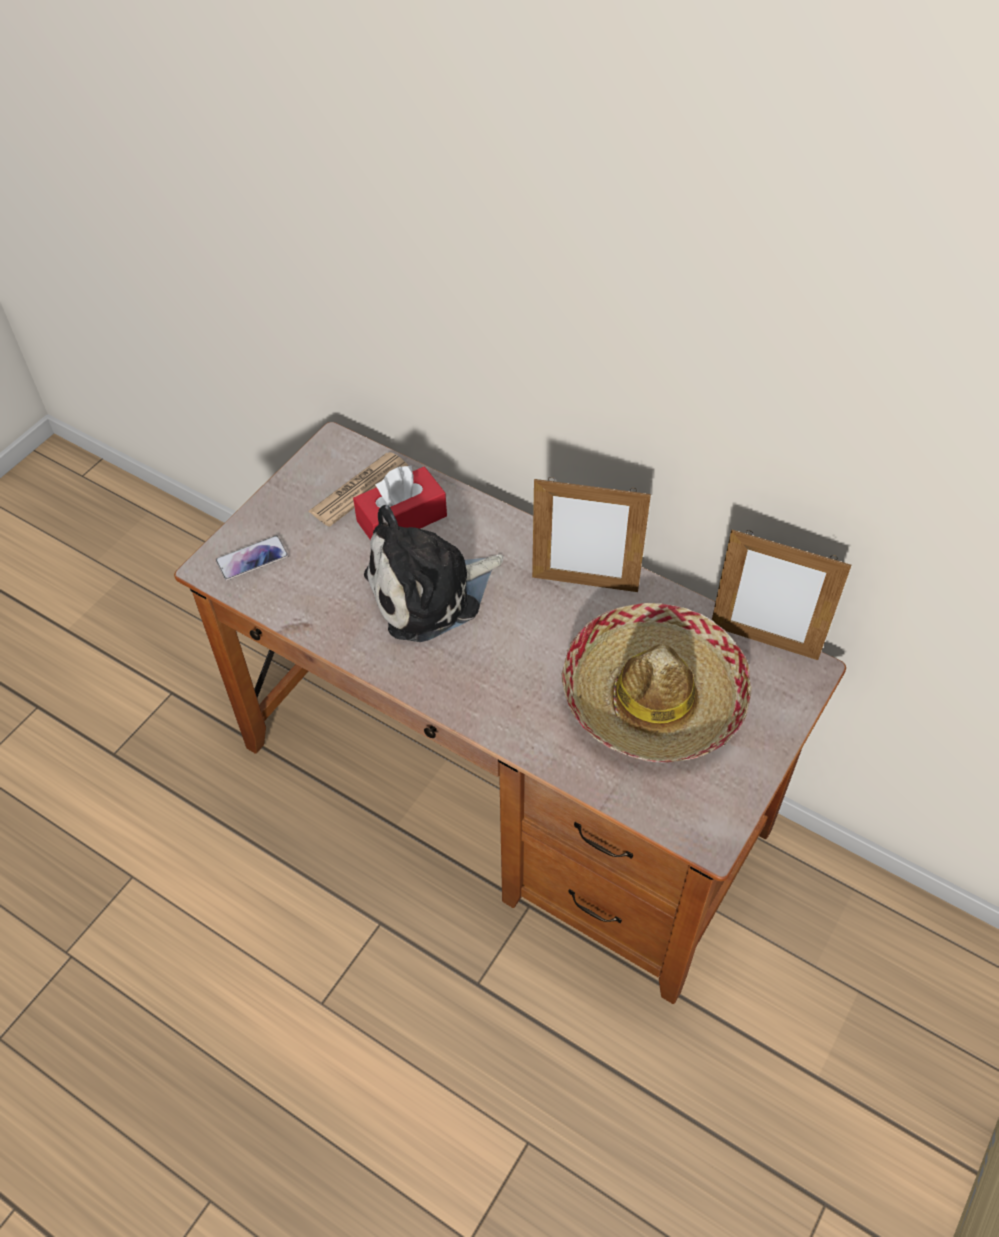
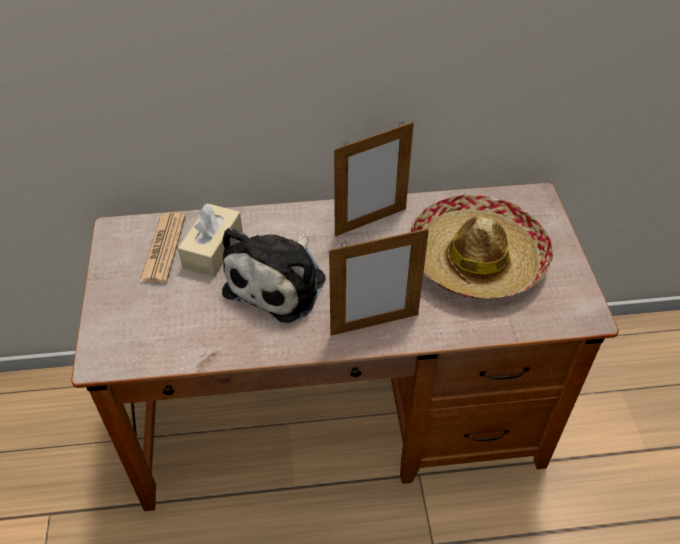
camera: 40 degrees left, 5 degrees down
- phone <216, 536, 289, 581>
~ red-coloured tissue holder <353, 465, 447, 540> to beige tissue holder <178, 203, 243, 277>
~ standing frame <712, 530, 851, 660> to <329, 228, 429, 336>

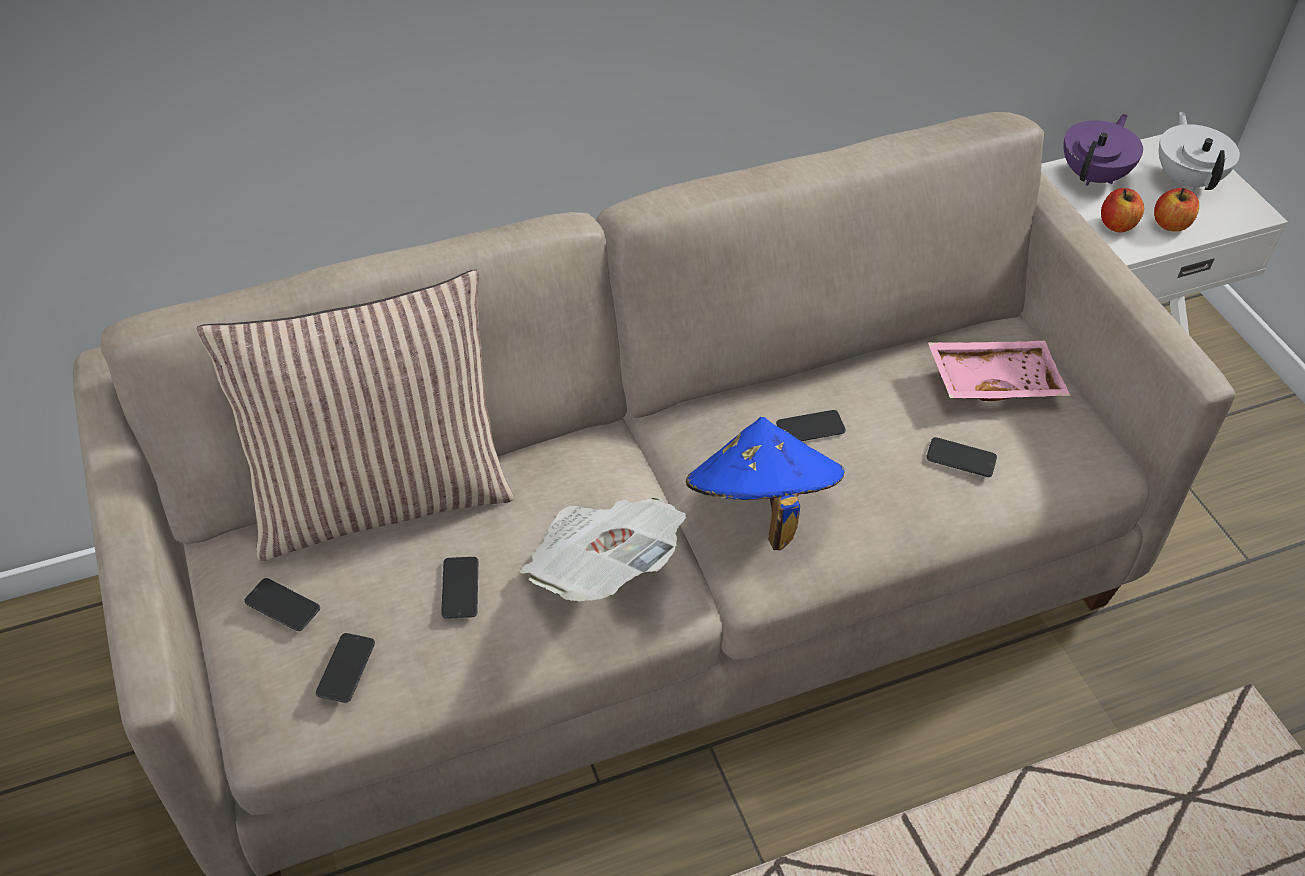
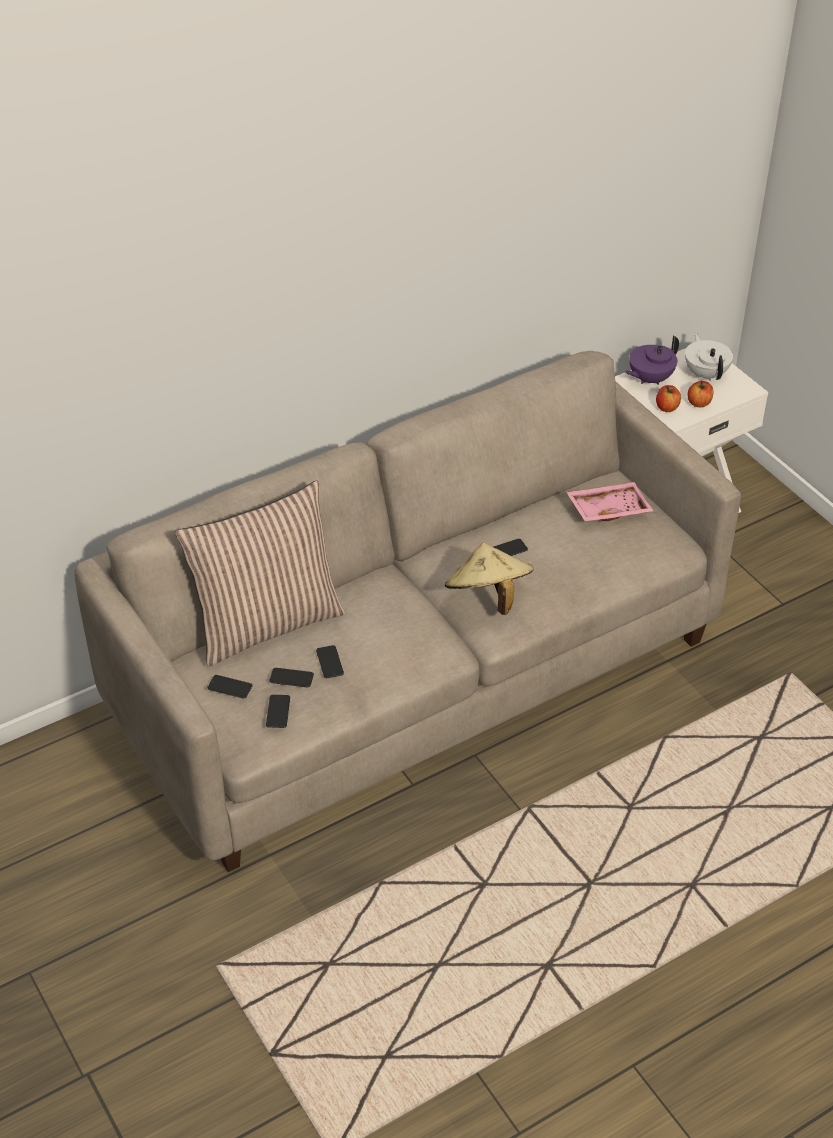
camera: 10 degrees left, 5 degrees down
- newspaper <520, 498, 686, 601>
~ blue-coloured wearable hat <686, 417, 845, 550> to beige wearable hat <445, 543, 534, 615>
~ phone <926, 437, 997, 477> to <269, 668, 314, 688>
~ purple-coloured teapot <1064, 114, 1143, 186> = <625, 335, 679, 385> 150 degrees counterclockwise

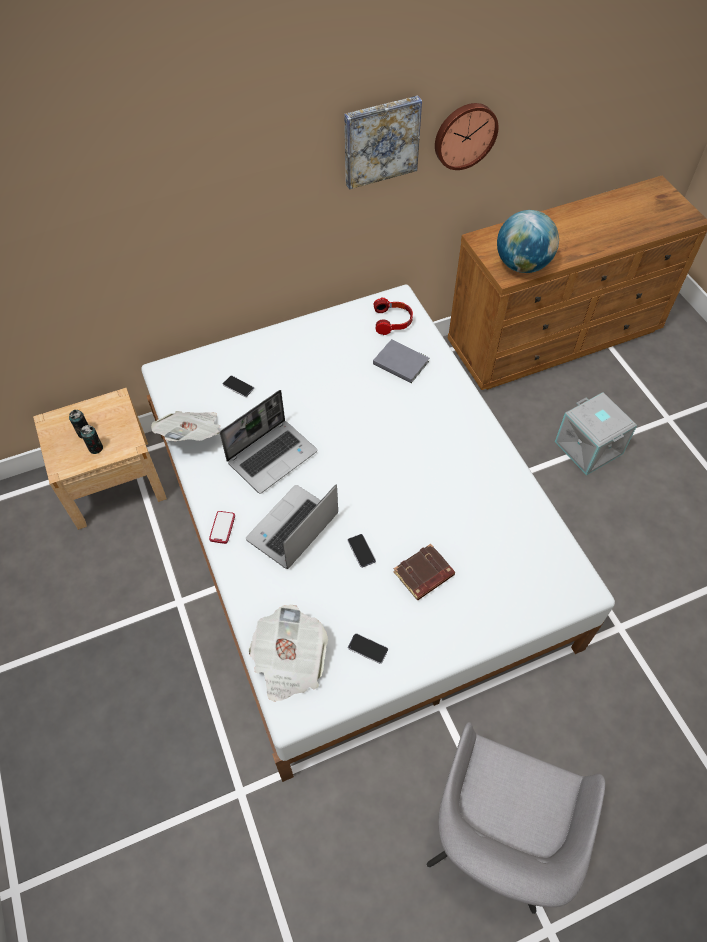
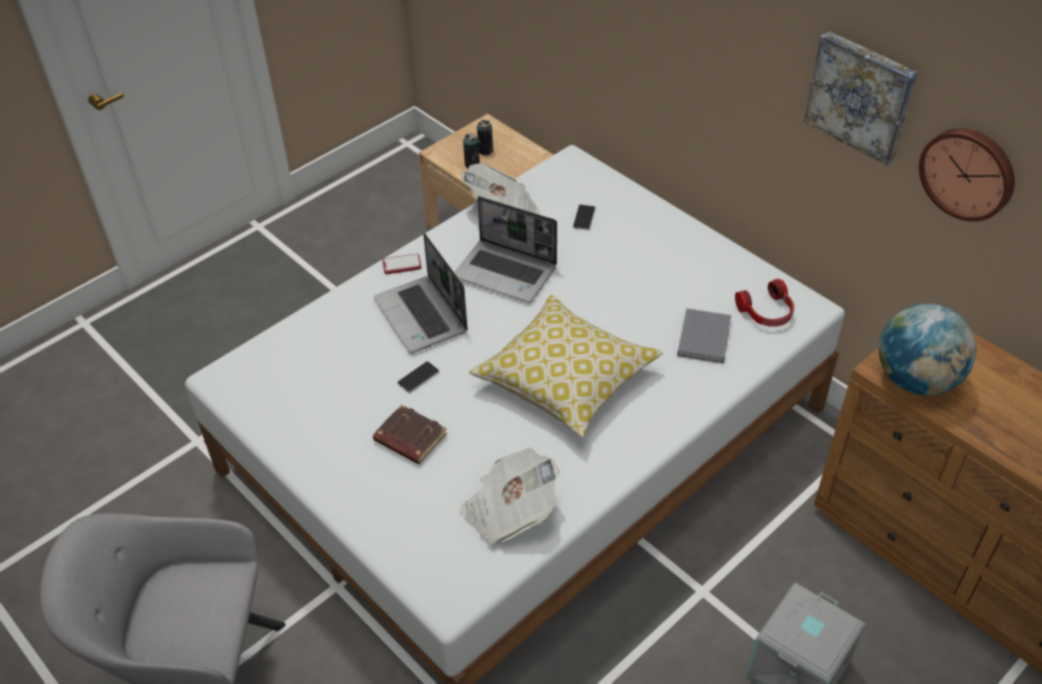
camera: 70 degrees right, 10 degrees down
~ notebook computer <246, 485, 338, 569> = <374, 233, 468, 353> 135 degrees counterclockwise
~ newspaper <249, 605, 328, 702> to <460, 448, 560, 546>
- phone <348, 633, 388, 664>
+ throw pillow <469, 295, 663, 438>

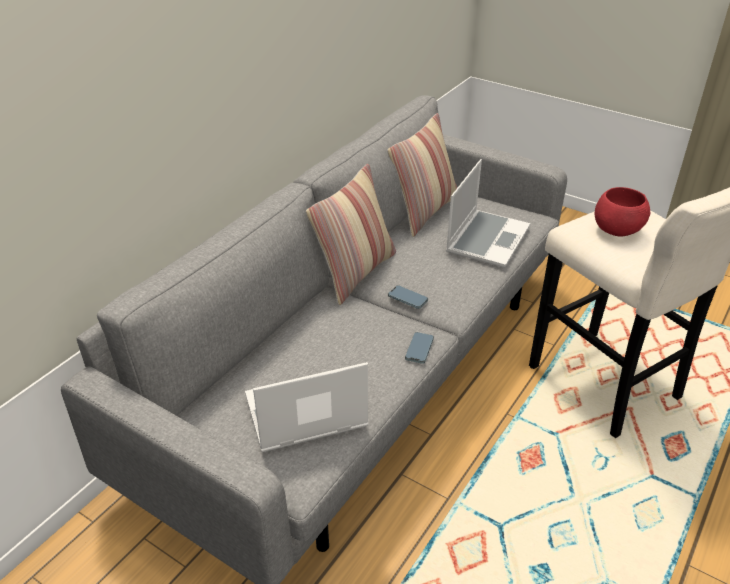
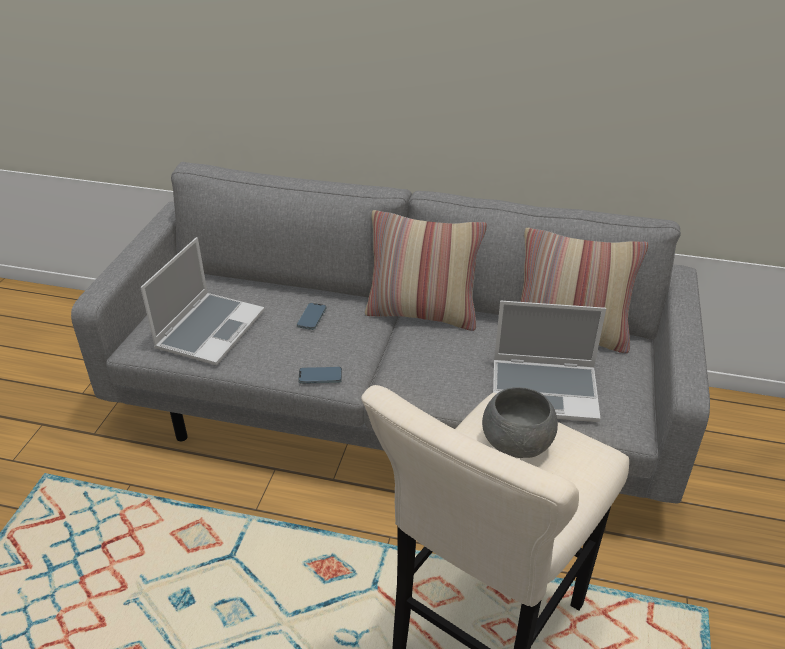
camera: 70 degrees right, 0 degrees up
~ notebook computer <245, 362, 368, 452> = <140, 237, 265, 365> 60 degrees clockwise
~ phone <388, 285, 428, 309> to <297, 303, 326, 330>
~ red-coloured bowl <595, 187, 650, 236> to gray bowl <482, 387, 558, 458>

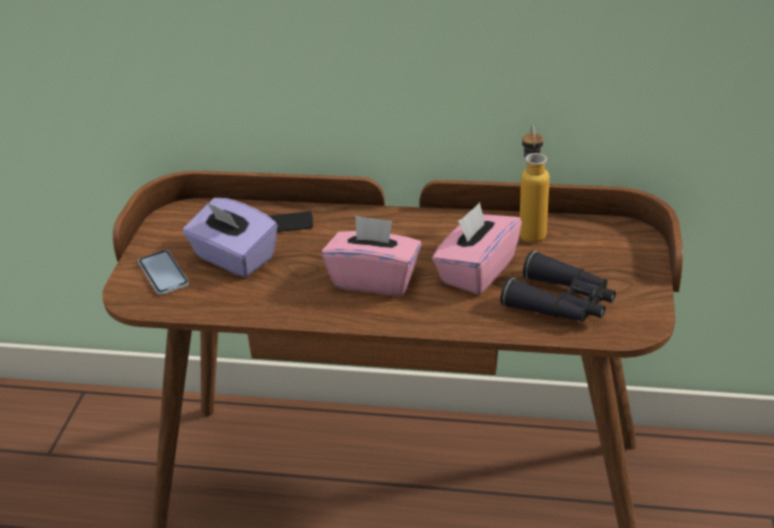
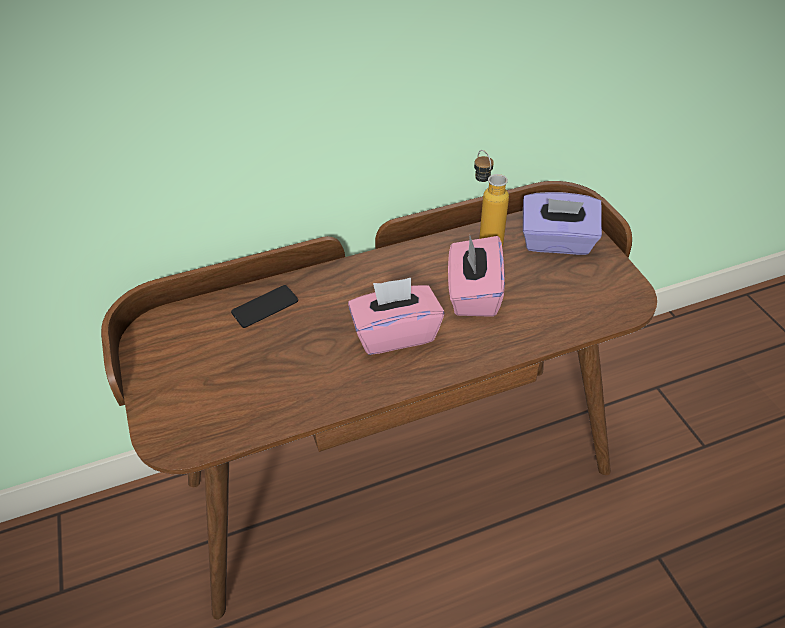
camera: 30 degrees left, 10 degrees up
- phone <138, 250, 189, 295>
~ purple-coloured tissue holder <183, 198, 277, 277> to <523, 192, 602, 255>
- blackish field glasses <500, 251, 616, 322>

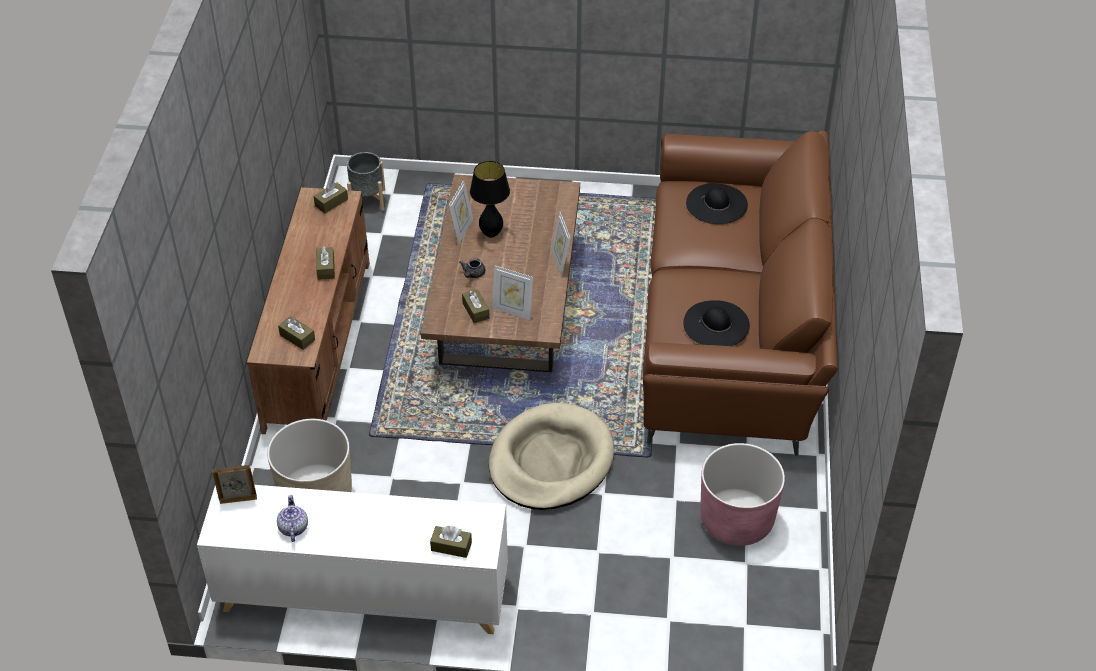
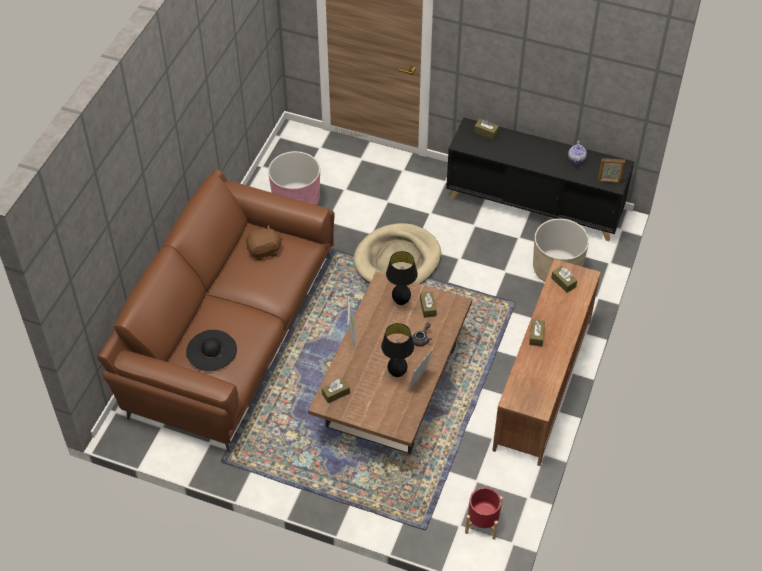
camera: 165 degrees left, 5 degrees up
~ white-coloured storage cabinet <197, 485, 508, 634> to blackish storage cabinet <446, 117, 634, 241>
~ brownish tissue holder <313, 182, 348, 213> to <322, 378, 350, 403>
~ gray plant pot <347, 152, 385, 211> to red-coloured plant pot <465, 487, 503, 540>
~ standing frame <492, 266, 533, 320> to blackish table lamp <386, 251, 418, 305>
~ blackish wearable hat <683, 300, 750, 346> to brownish cuddly toy <246, 225, 283, 261>

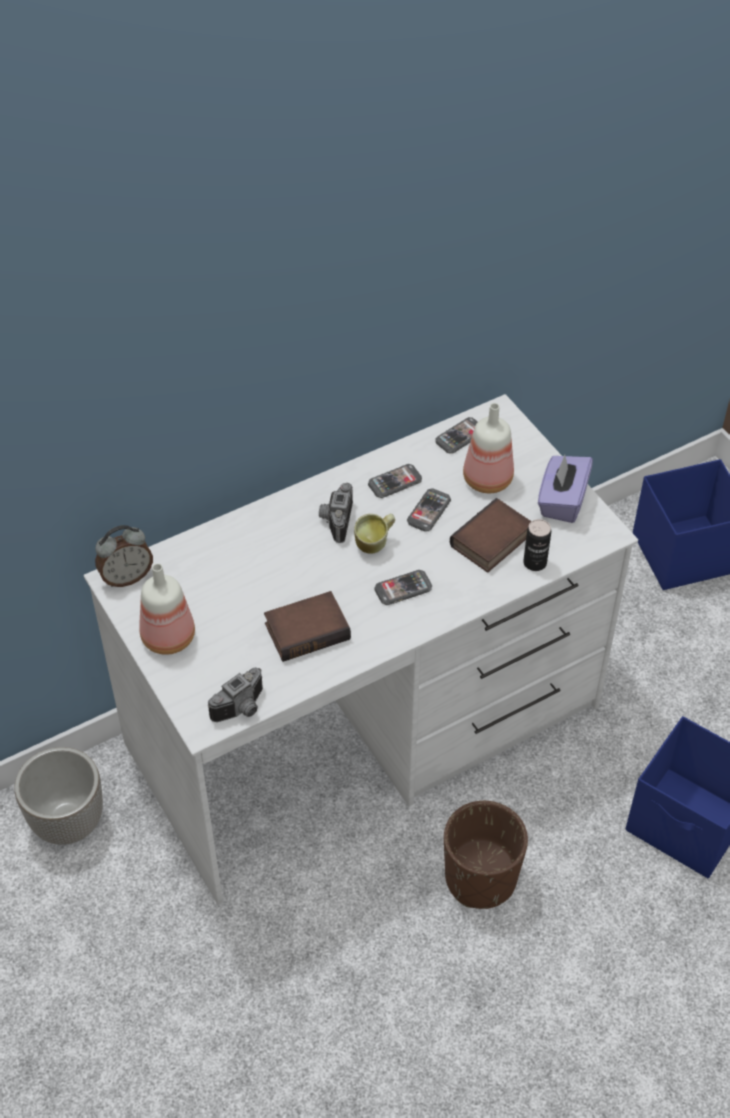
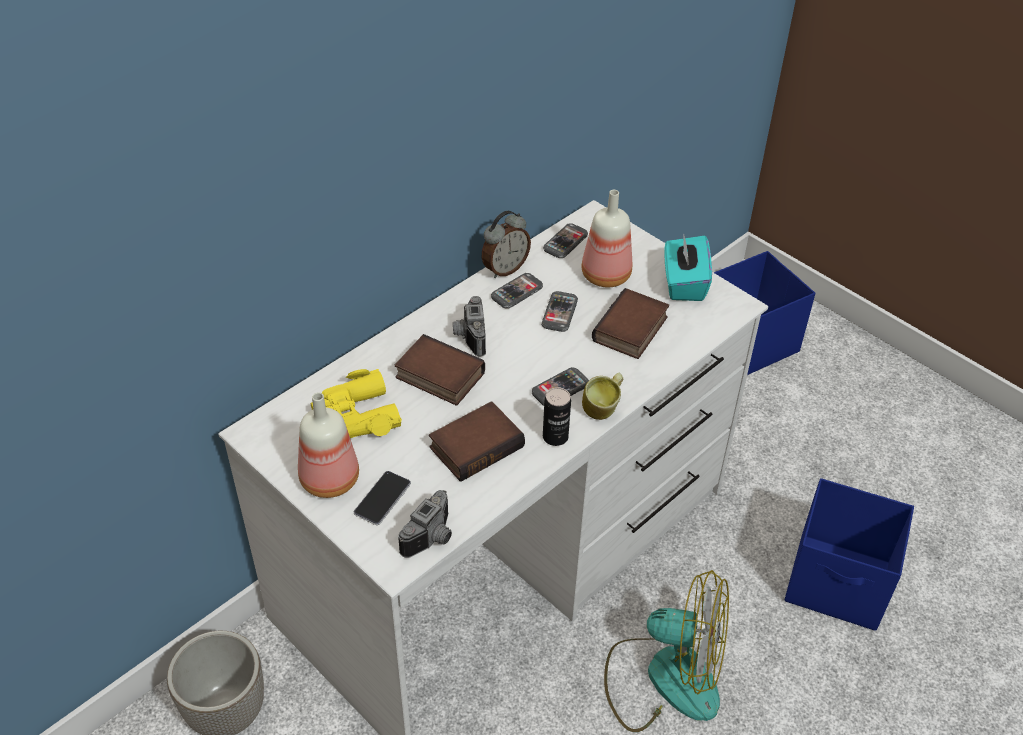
camera: 15 degrees left, 5 degrees down
~ table clock <95, 525, 153, 587> to <482, 211, 531, 278>
~ tea mug <354, 514, 395, 554> to <582, 373, 623, 420>
~ brownish plant pot <444, 801, 528, 909> to fan <604, 570, 729, 732>
~ sealed can <523, 519, 551, 571> to <543, 387, 571, 446>
~ purple-coloured tissue holder <538, 454, 593, 523> to blue-green tissue holder <664, 235, 712, 301>
+ yellow-coloured field glasses <311, 369, 402, 438>
+ phone <354, 471, 411, 525>
+ bound book <395, 334, 485, 406>

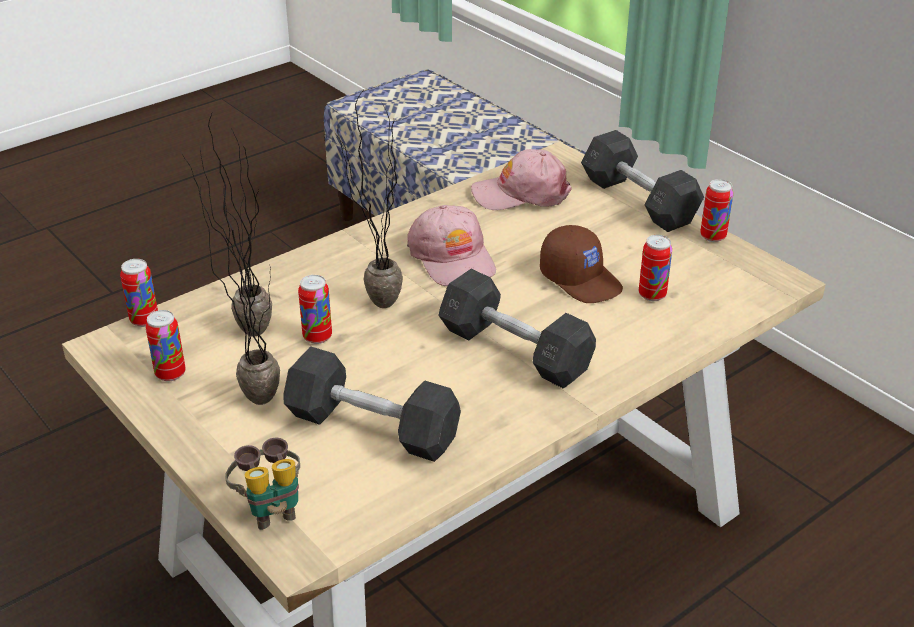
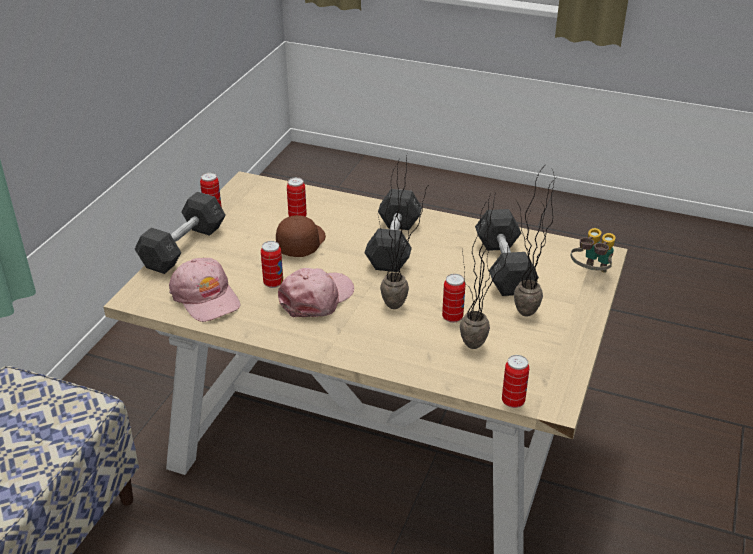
camera: 120 degrees left, 0 degrees up
~ sealed can <146, 310, 186, 382> to <261, 241, 283, 288>

